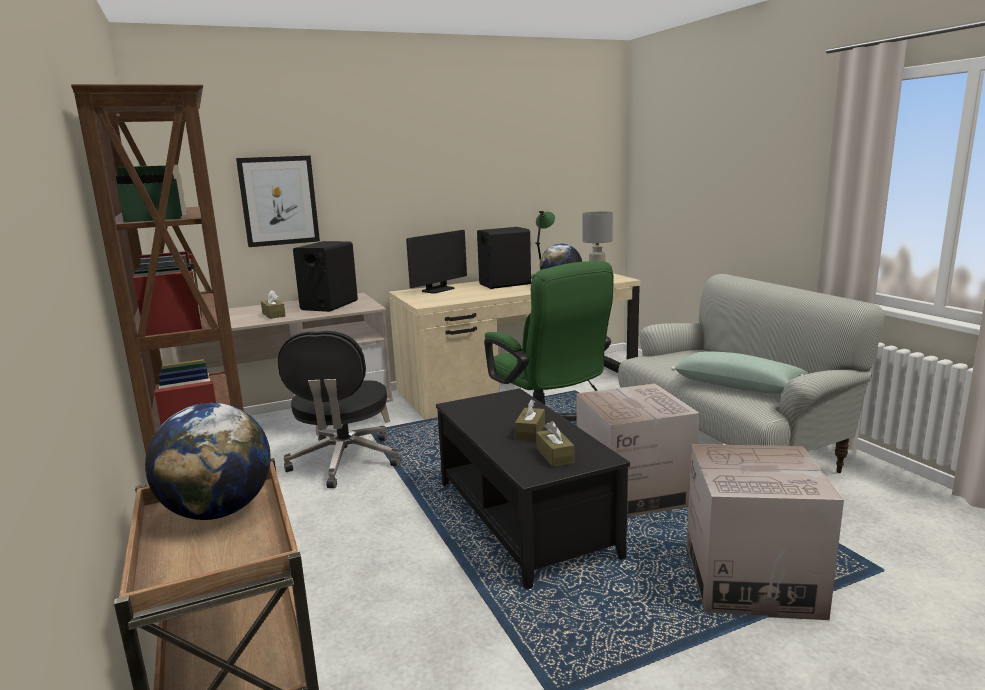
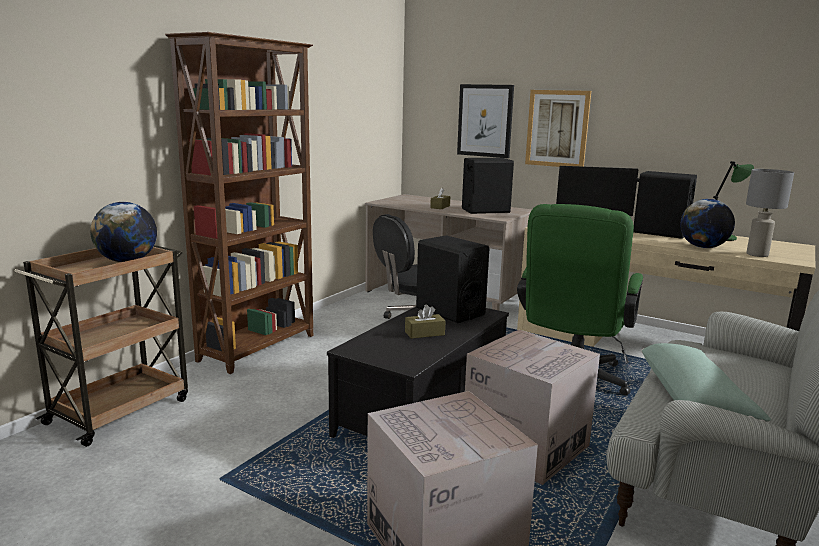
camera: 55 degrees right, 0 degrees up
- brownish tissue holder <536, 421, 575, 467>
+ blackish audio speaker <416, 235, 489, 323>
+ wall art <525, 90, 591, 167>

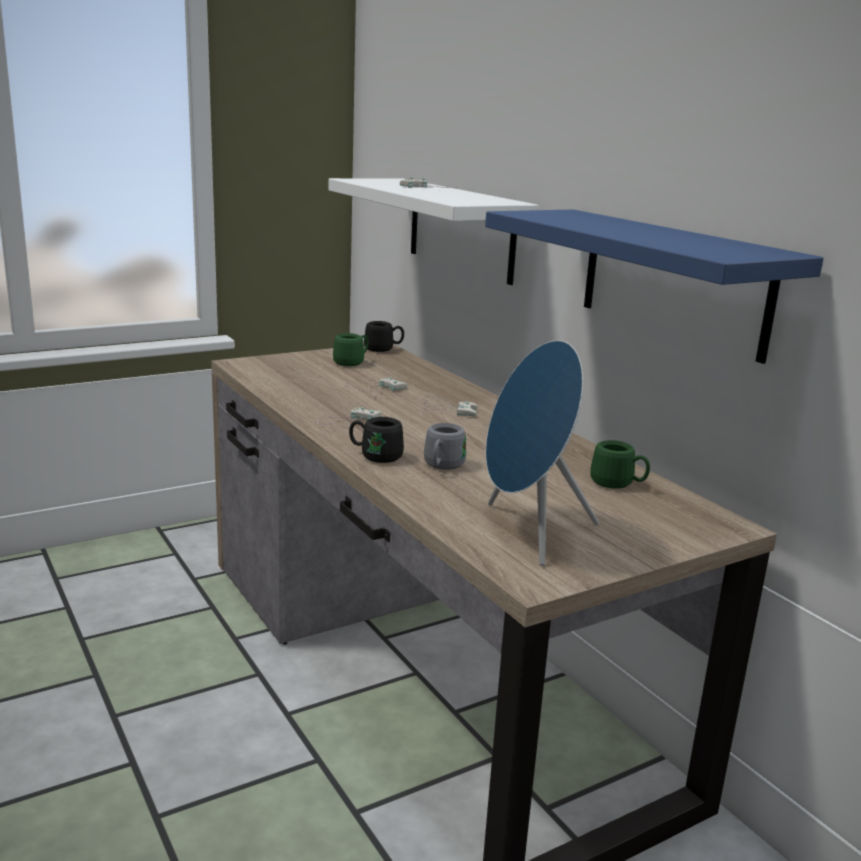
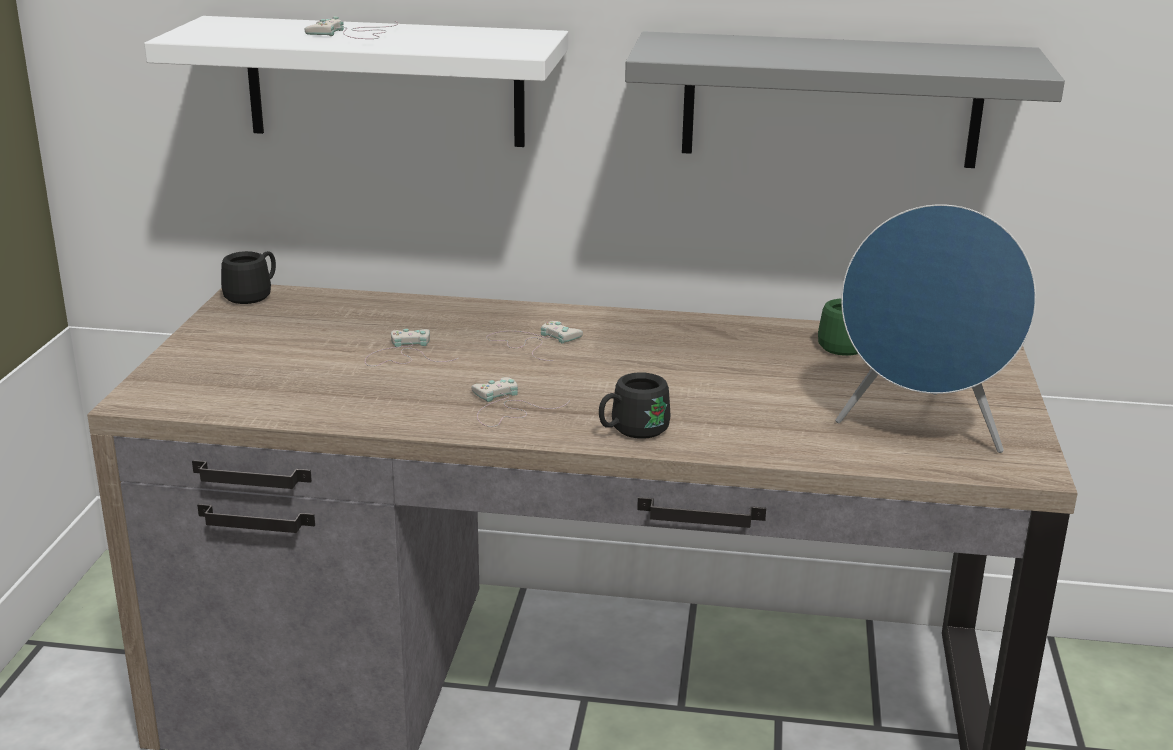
camera: 50 degrees left, 5 degrees up
- green tea mug <333, 333, 368, 366>
- gray tea mug <424, 423, 466, 470>
~ blue-coloured wall shelf <485, 210, 824, 364> to gray wall shelf <625, 31, 1065, 168>

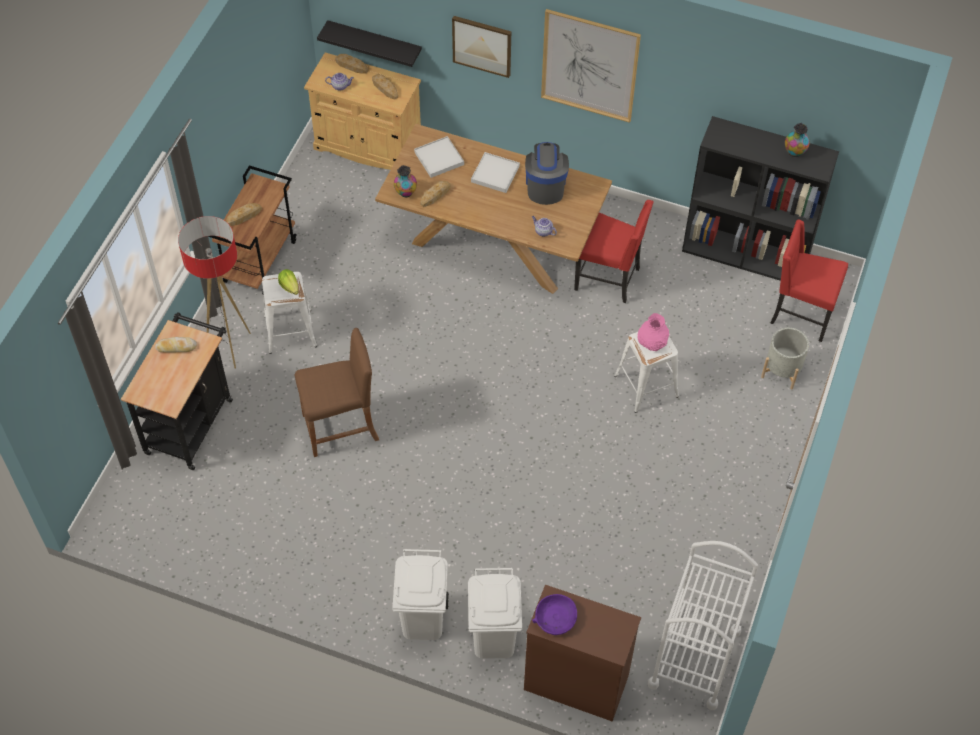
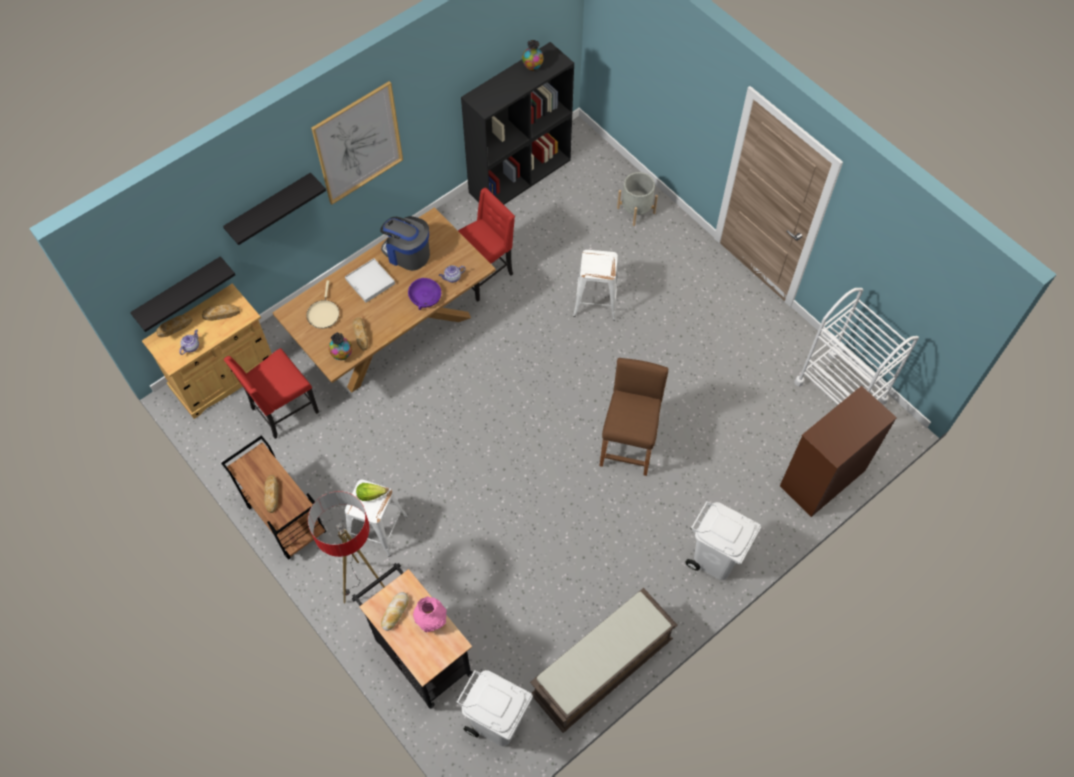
camera: 60 degrees left, 5 degrees up
~ brownish stool seat <295, 328, 379, 457> to <600, 358, 668, 476>
~ white-coloured serving tray <414, 136, 464, 178> to beige skillet <306, 280, 339, 329>
~ wall art <452, 16, 511, 78> to blackish wall shelf <223, 172, 326, 245>
~ white-coloured rubbish bin <468, 568, 522, 659> to <456, 670, 533, 746>
~ purple-coloured bowl <532, 594, 577, 635> to <408, 278, 441, 310>
~ pinkish flower vase <638, 313, 669, 351> to <413, 596, 446, 632>
~ red-coloured upright chair <770, 220, 848, 342> to <224, 348, 319, 439>
+ brownish bench <530, 588, 678, 733>

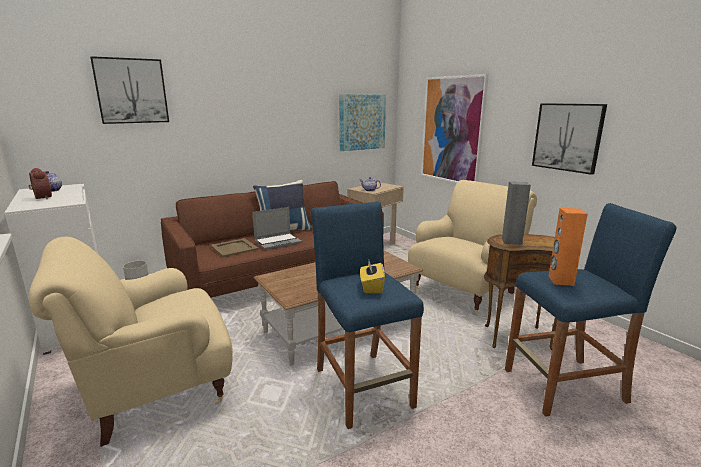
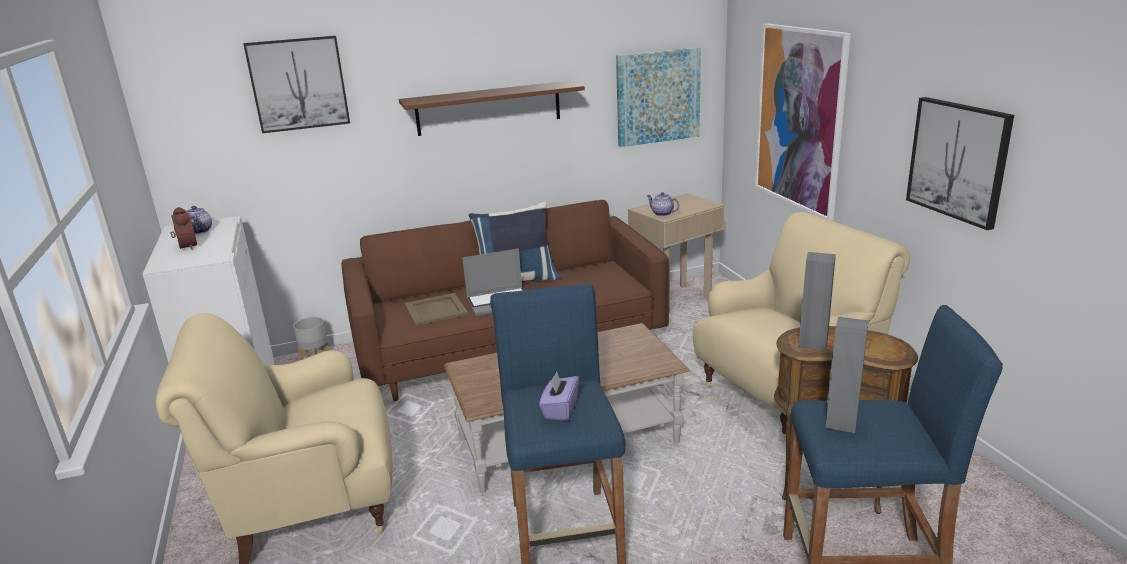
camera: 15 degrees right, 5 degrees up
~ yellow-coloured tissue holder <360, 261, 385, 293> to purple-coloured tissue holder <539, 371, 579, 421>
~ orange audio speaker <549, 208, 588, 286> to gray audio speaker <826, 317, 869, 433>
+ brownish wall shelf <399, 81, 585, 136>

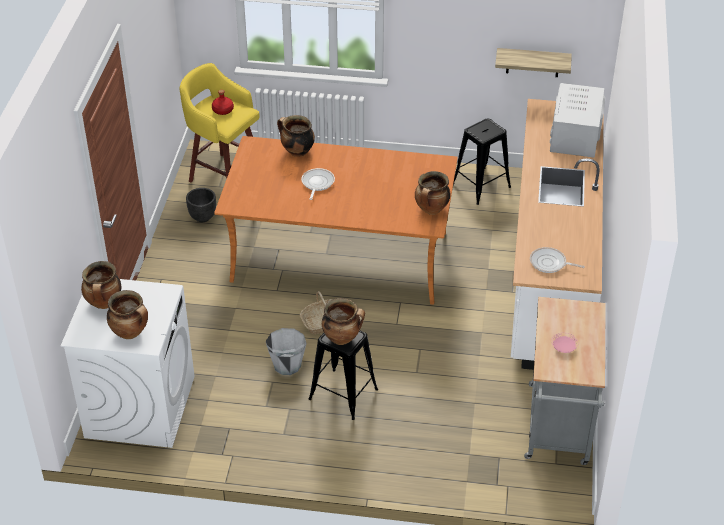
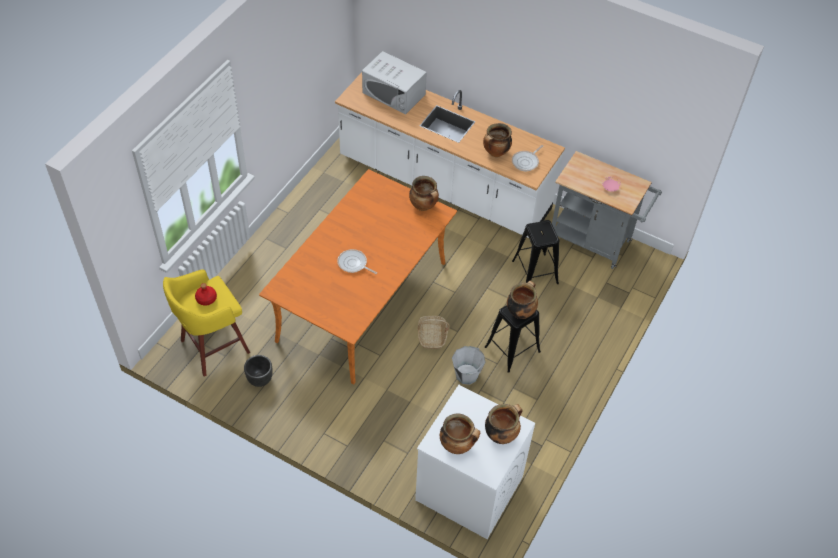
camera: 70 degrees left, 10 degrees up
~ cooking pot <277, 115, 315, 157> to <483, 123, 512, 157>
~ blackish stool seat <453, 118, 511, 205> to <512, 220, 559, 284>
- wall shelf <495, 48, 572, 77>

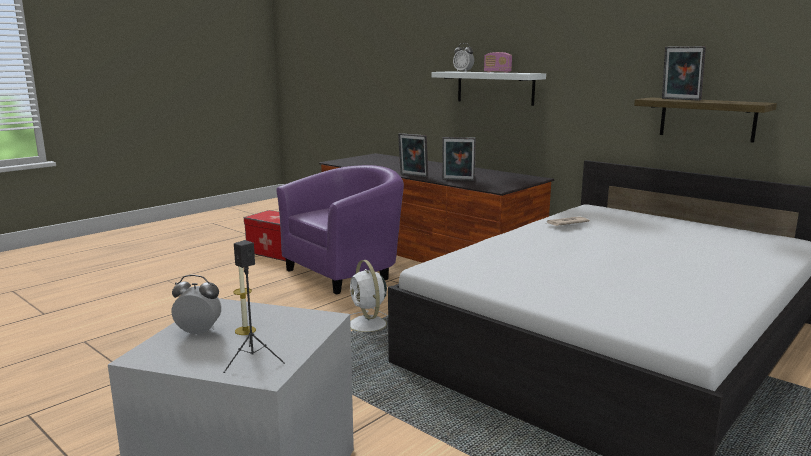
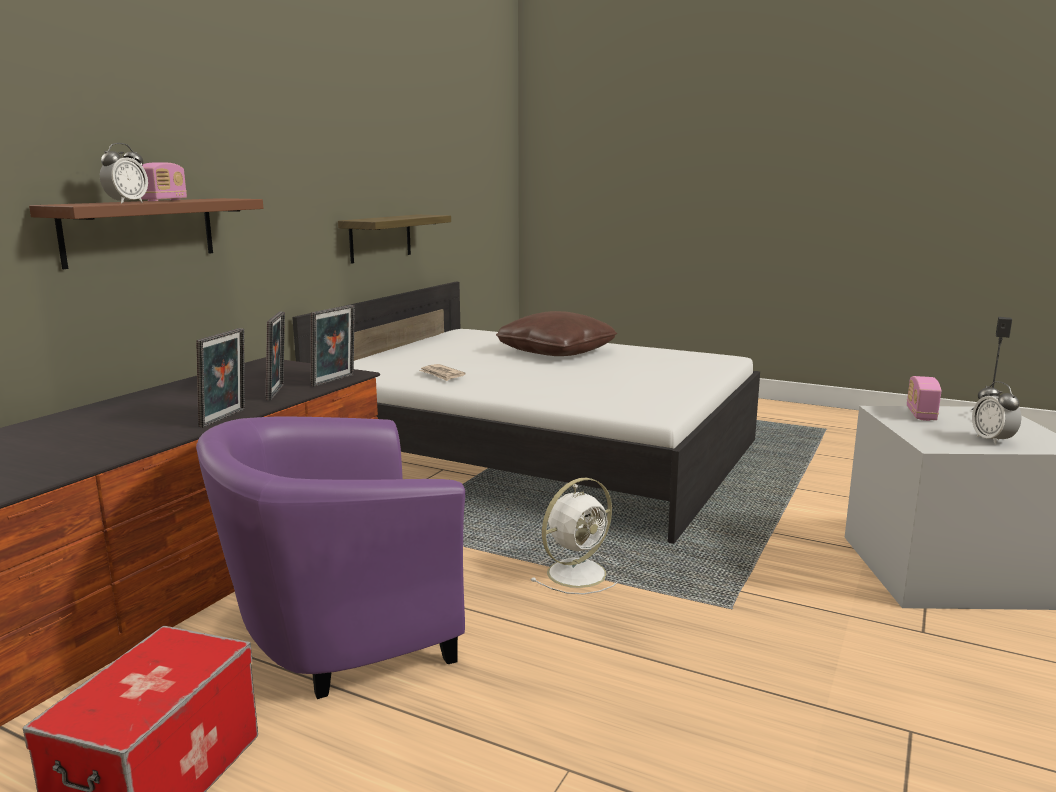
camera: 105 degrees left, 0 degrees up
- candle <233, 266, 256, 335>
~ purple-coloured lounge chair <276, 165, 404, 295> = <196, 417, 465, 699> 60 degrees counterclockwise
~ white-coloured wall shelf <432, 71, 546, 106> to brownish wall shelf <29, 198, 263, 269>
~ standing frame <662, 46, 706, 101> to <311, 305, 355, 387>
+ brownish throw pillow <496, 311, 617, 356>
+ radio receiver <907, 376, 941, 421>

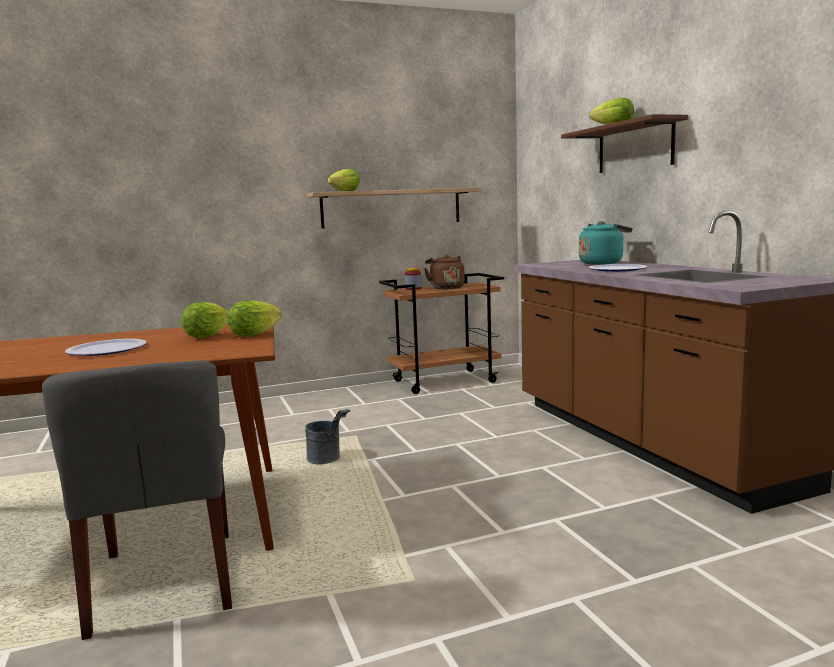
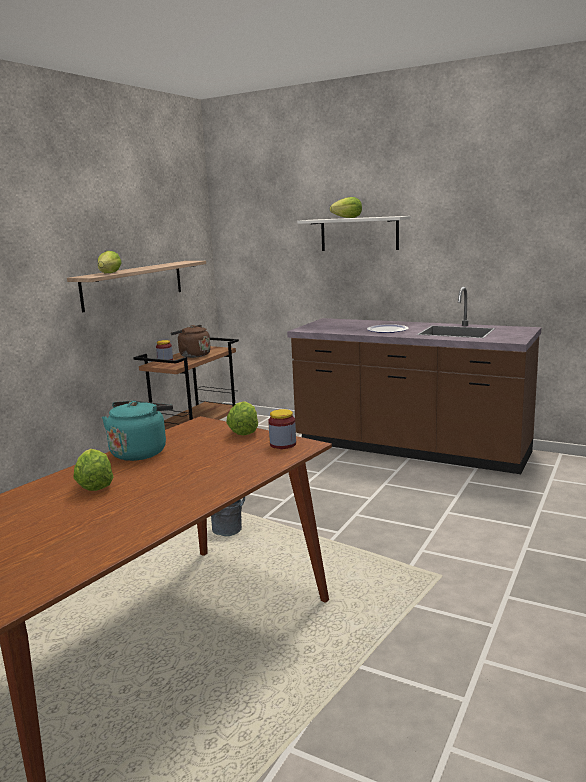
camera: 40 degrees left, 5 degrees up
- gray upright chair <42, 360, 232, 640>
- dinner plate <65, 339, 147, 356>
~ lettuce head <181, 302, 228, 338> to <73, 449, 113, 491>
~ brownish wall shelf <561, 114, 689, 173> to white-coloured wall shelf <297, 216, 411, 251>
~ blue-green kettle <579, 221, 633, 265> to <102, 401, 173, 461>
+ jar <268, 409, 296, 449>

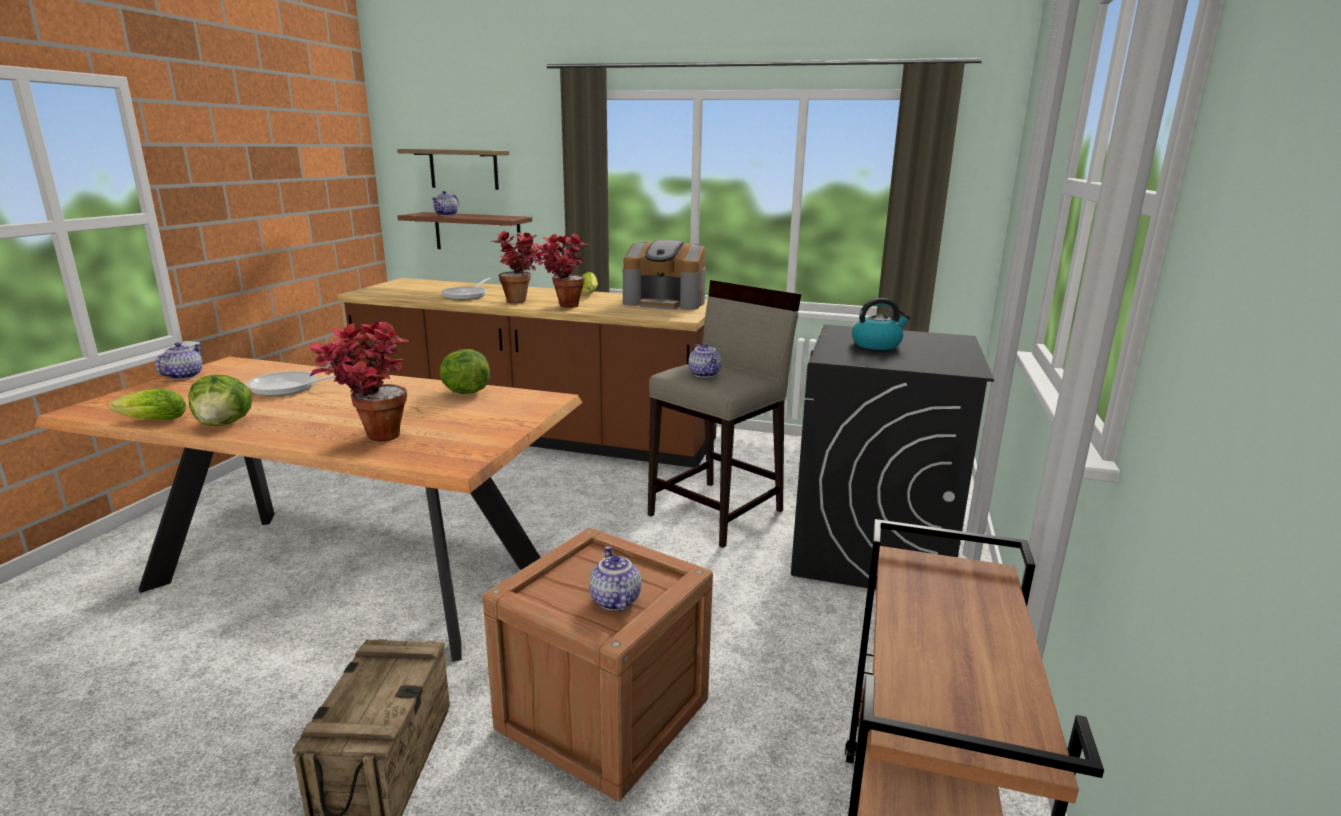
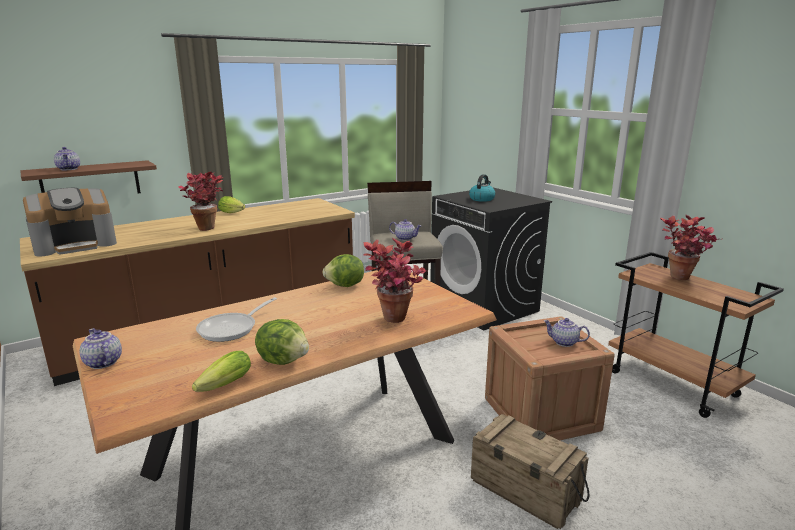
camera: 50 degrees left, 0 degrees up
- wall shelf <397, 149, 509, 190>
- skillet <441, 278, 491, 300>
~ plant in a pot <535, 233, 589, 308> to <660, 214, 718, 280>
~ coffee machine <623, 240, 706, 310> to <23, 188, 117, 257>

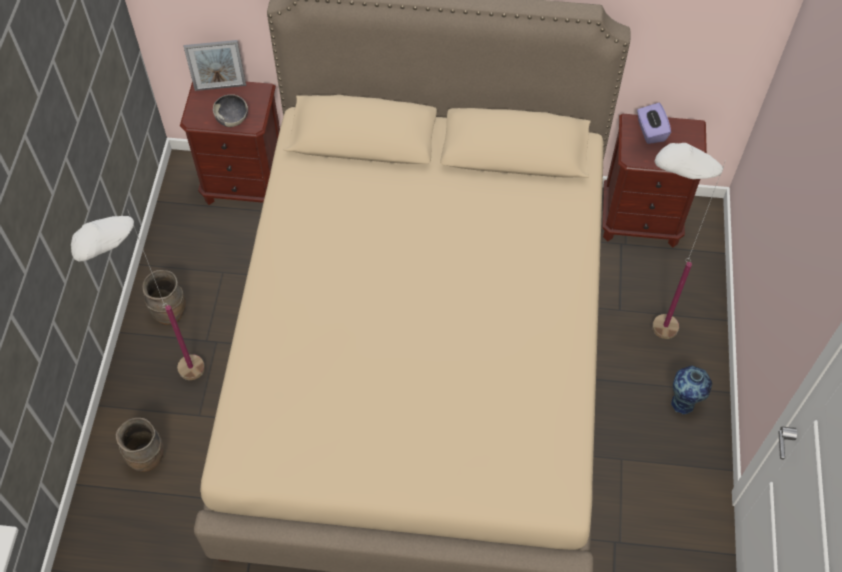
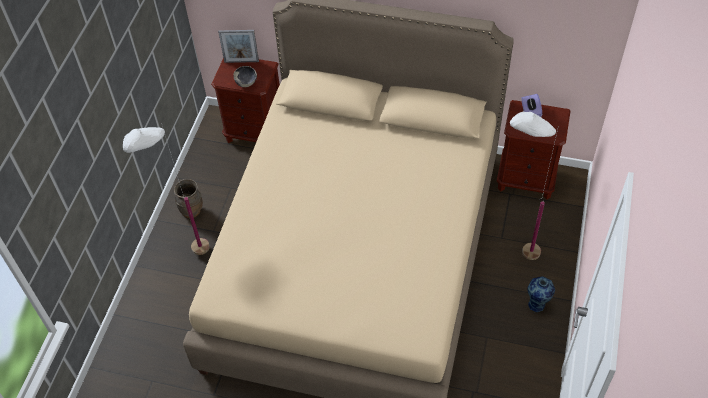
camera: 10 degrees right, 5 degrees down
- brownish flower vase <116, 418, 164, 472>

